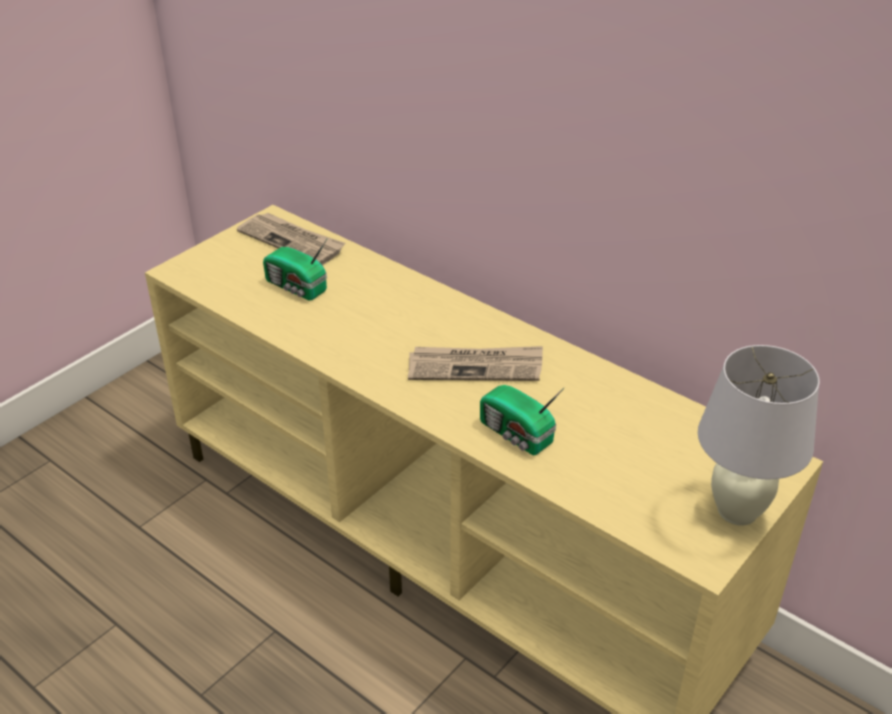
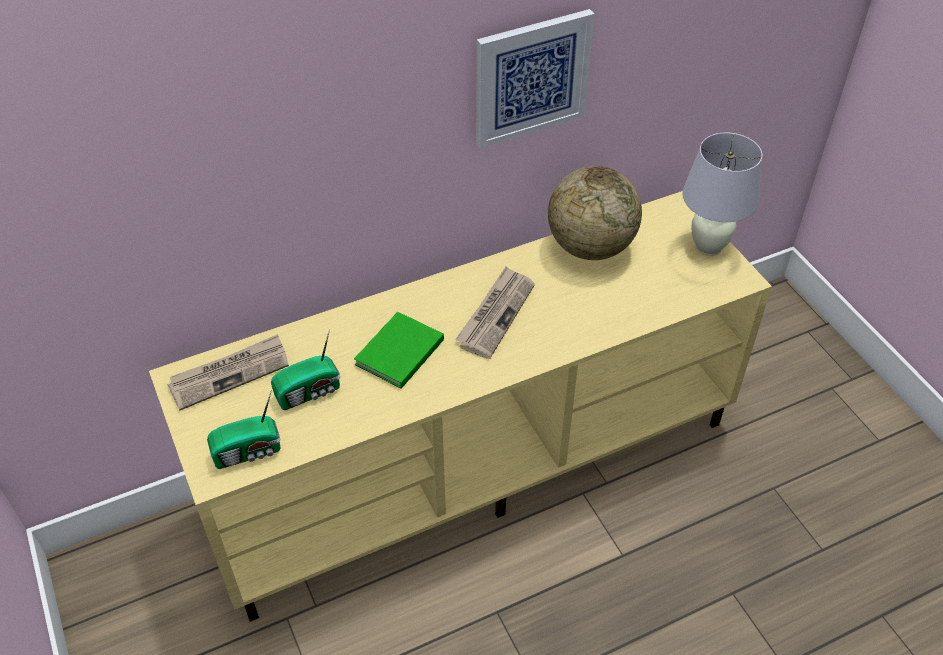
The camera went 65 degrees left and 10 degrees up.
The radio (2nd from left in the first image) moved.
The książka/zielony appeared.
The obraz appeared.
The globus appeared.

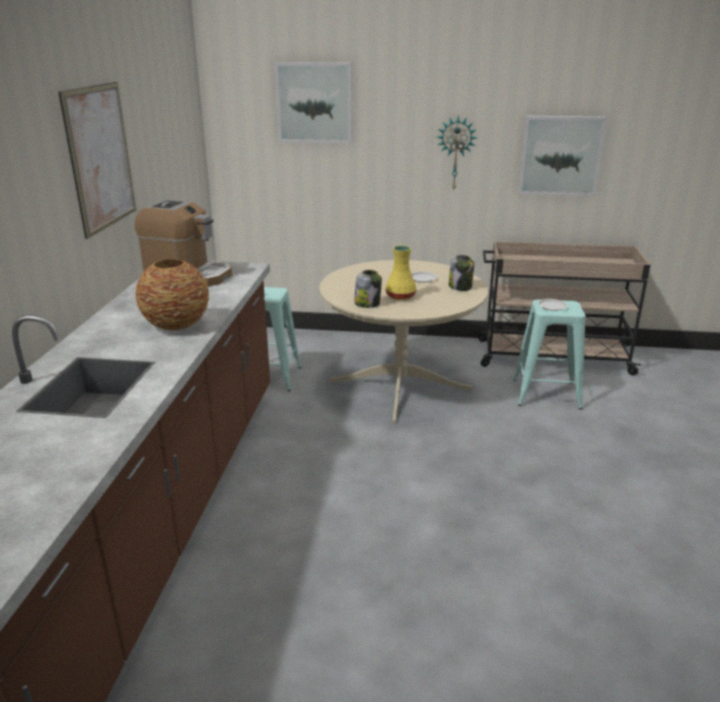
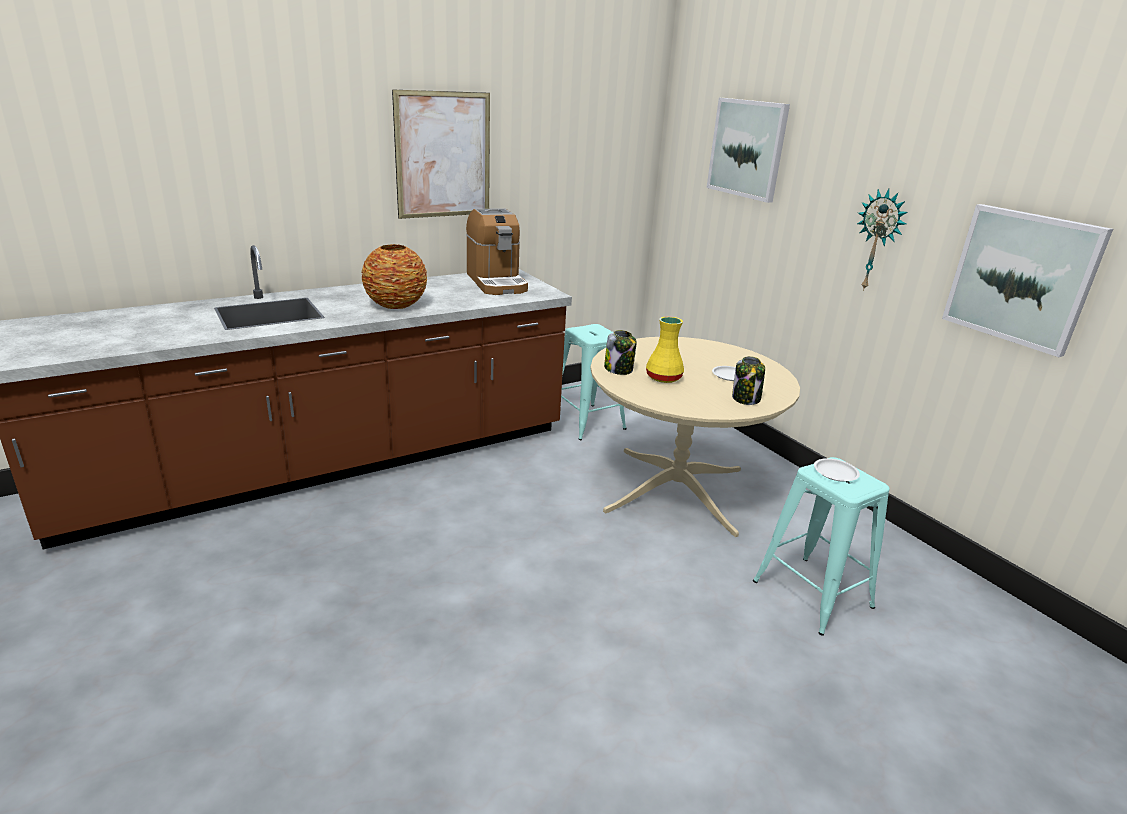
The camera went 50 degrees right and 0 degrees up.
The wózek/beżowy disappeared.

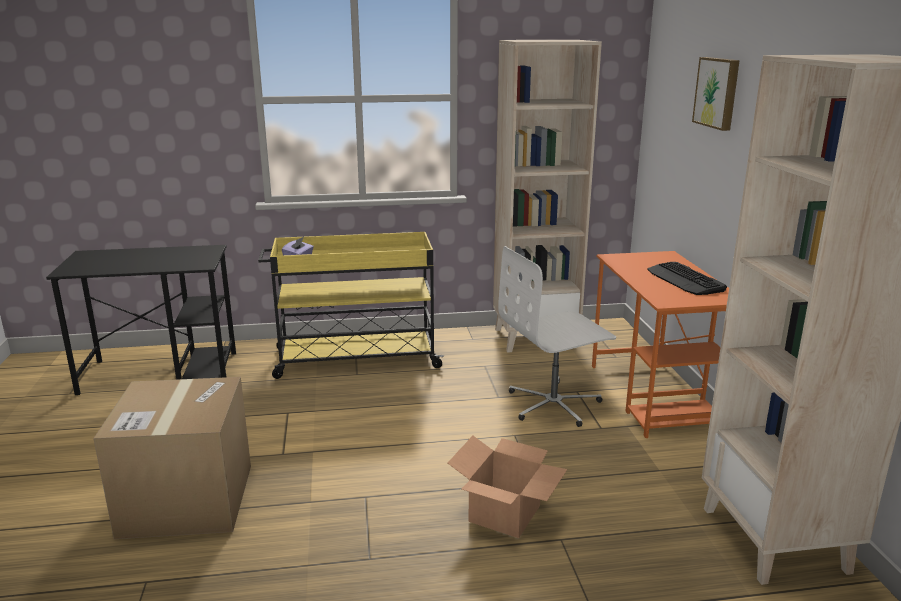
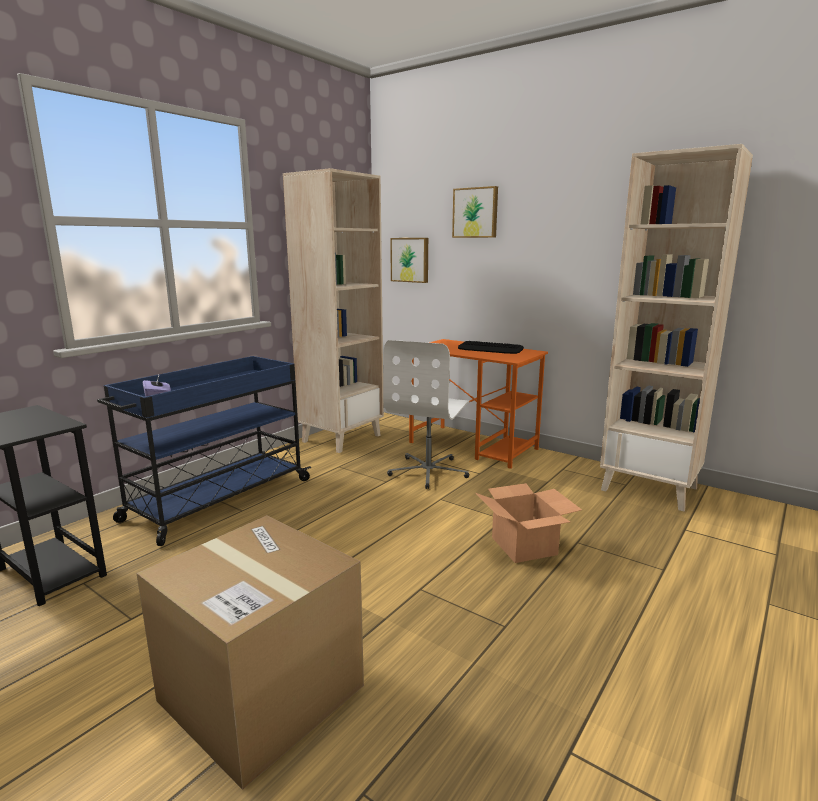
The camera went 45 degrees left and 5 degrees down.
The wózek/żółty became the wózek/niebieski.
The obraz (1st from left) appeared.

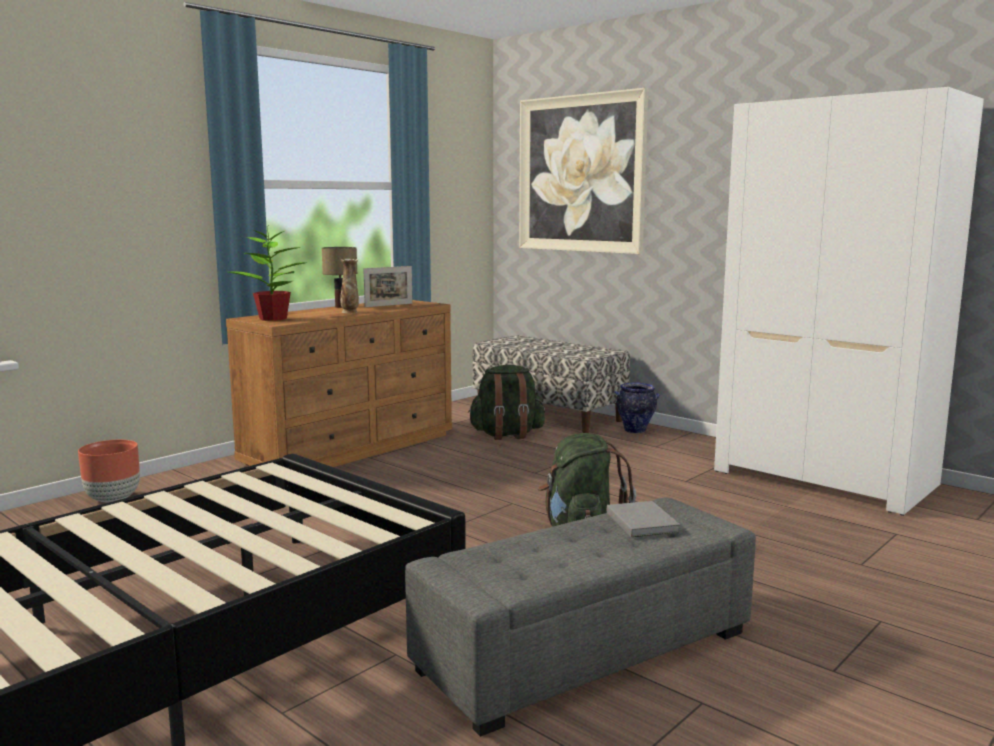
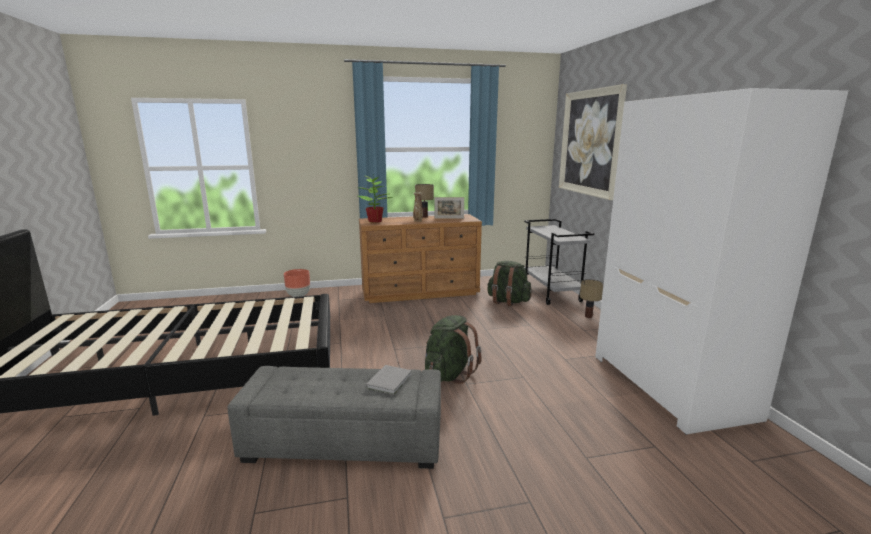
The camera went 35 degrees right and 5 degrees up.
The ławka was replaced by the wózek/szary.
The wazon (2nd from left) was replaced by the lampa stołowa (2nd from left).

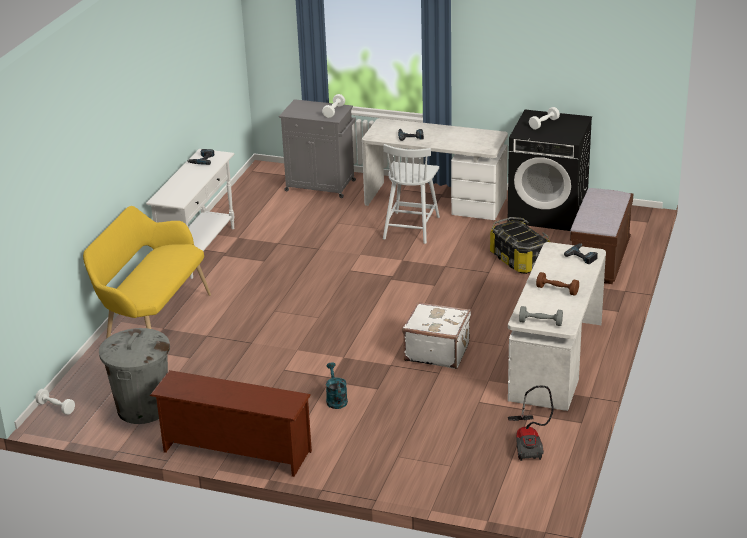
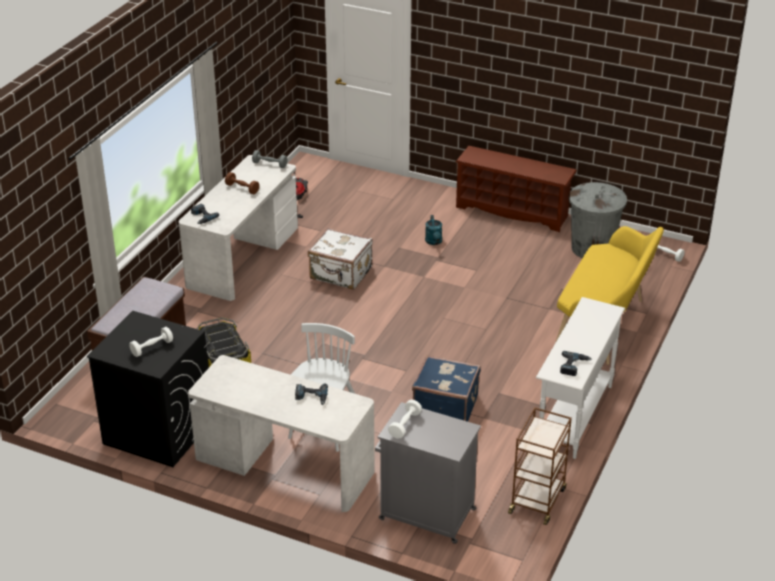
The camera went 175 degrees left and 5 degrees up.
The walizka/niebieski appeared.
The wózek/brązowy appeared.

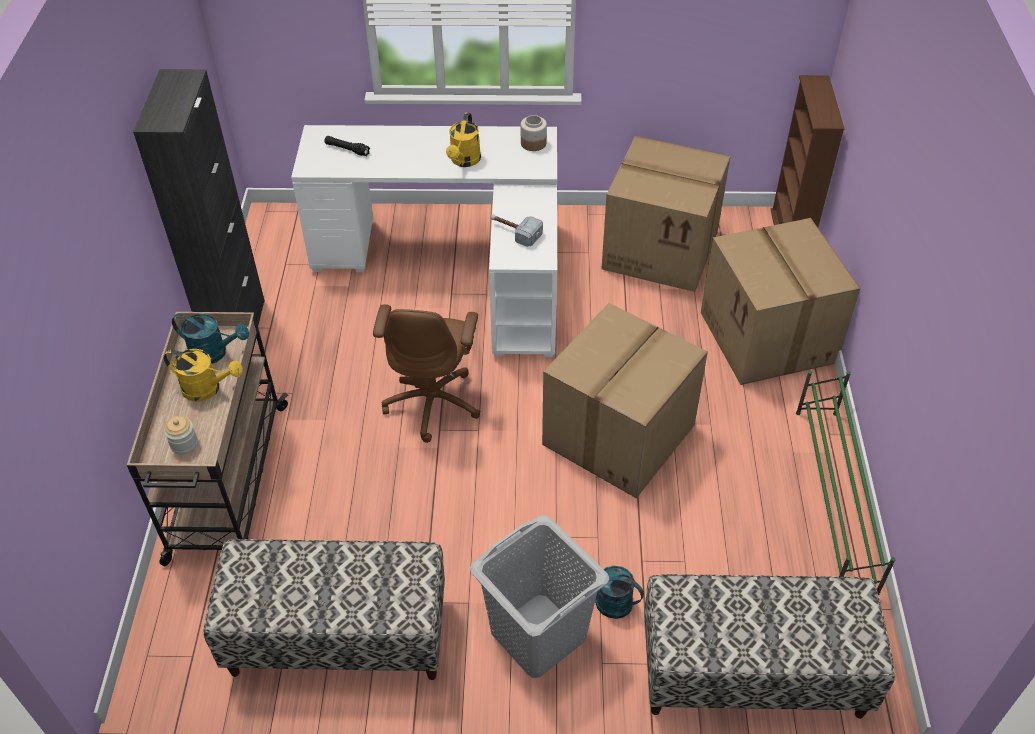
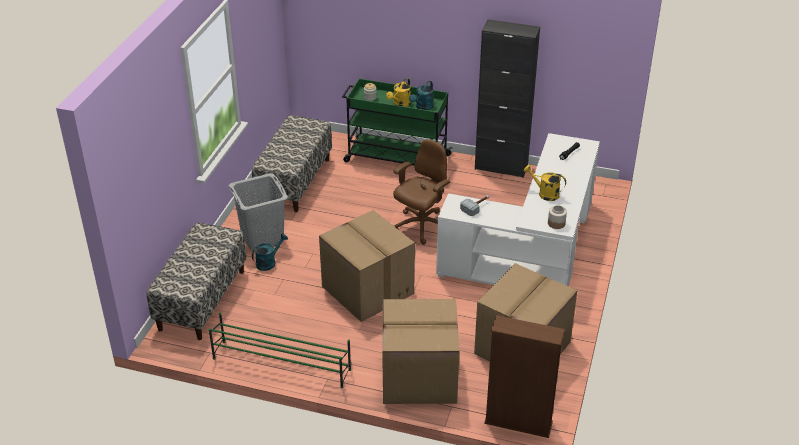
The camera went 105 degrees right and 10 degrees down.
The wózek/beżowy became the wózek/zielony.
The krzesło biurowe/brązowy turned 105 degrees clockwise.

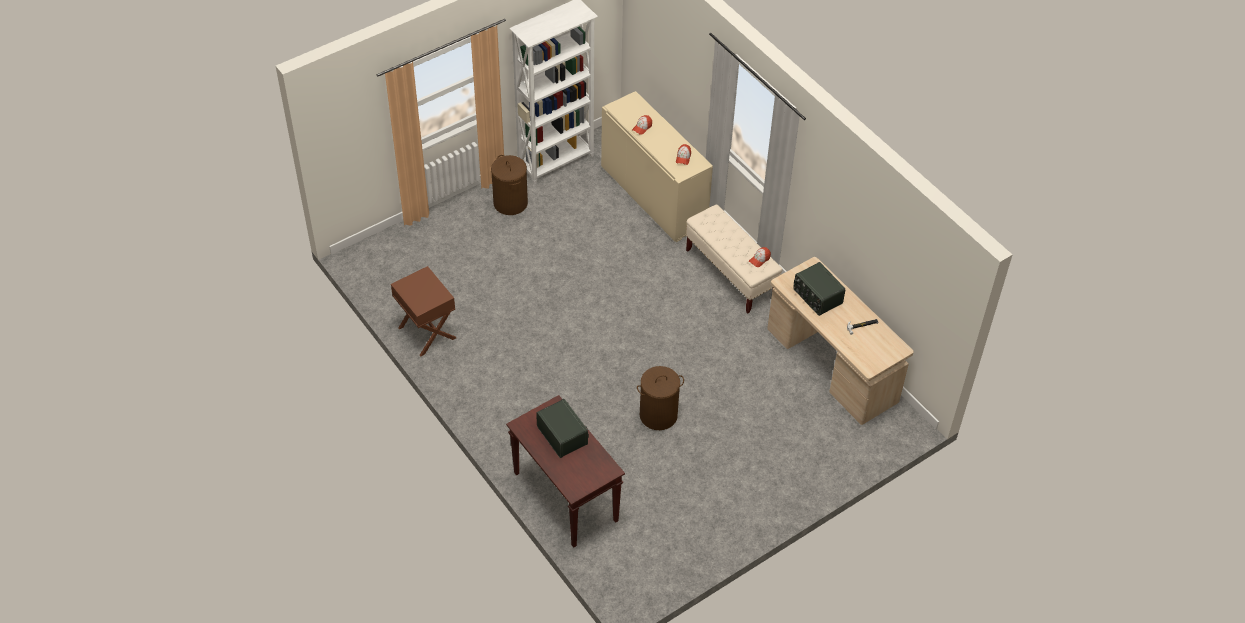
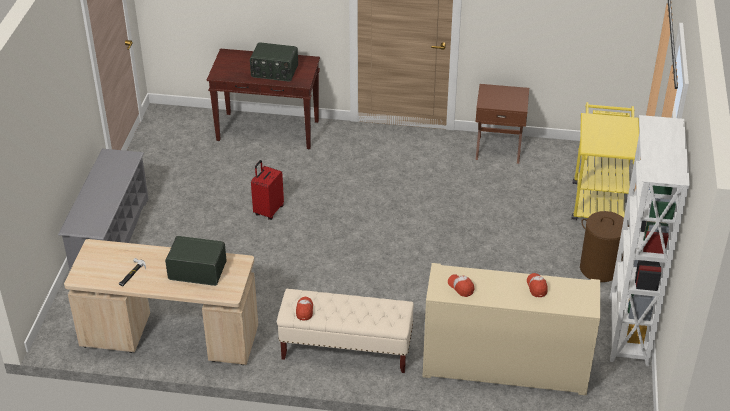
The camera went 135 degrees right and 10 degrees down.
The regał na buty/szary appeared.
The kosz na pranie/brązowy (2nd from left) was replaced by the walizka/czerwony.
The wózek/żółty appeared.

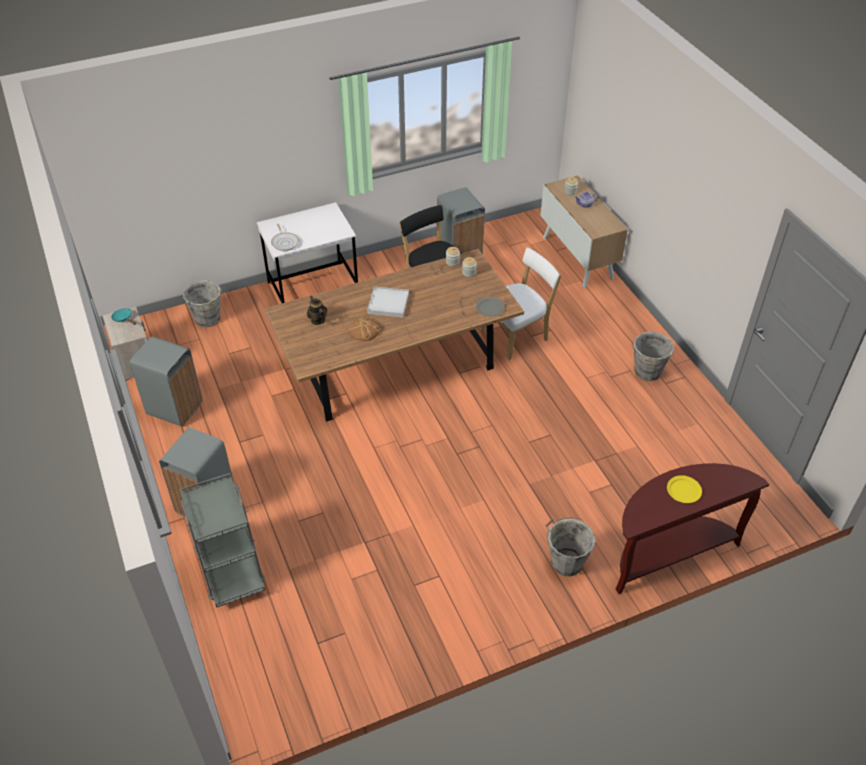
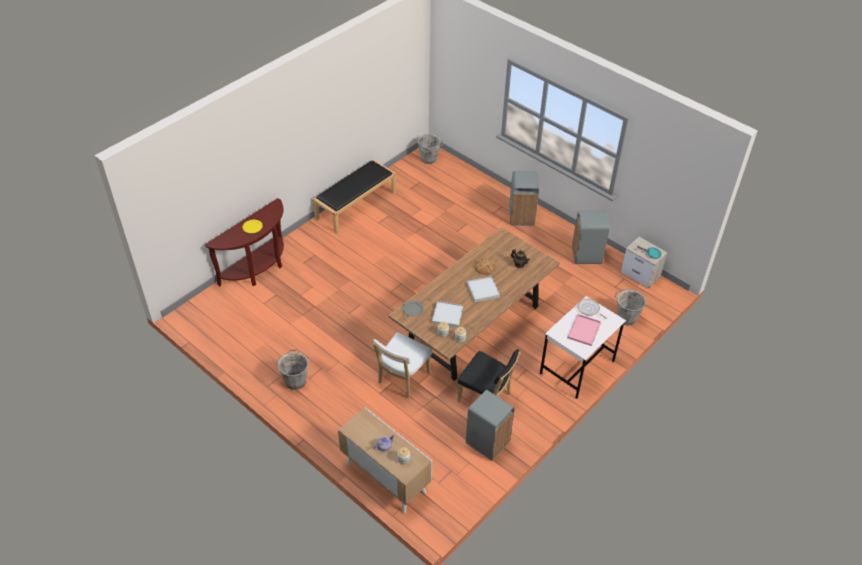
The camera went 155 degrees right and 0 degrees up.
The ławka/czarny appeared.
The wiadro/szary (2nd from left) moved.
The taca/biały (1st from left) appeared.
The taca/różowy appeared.
The wózek/szary disappeared.

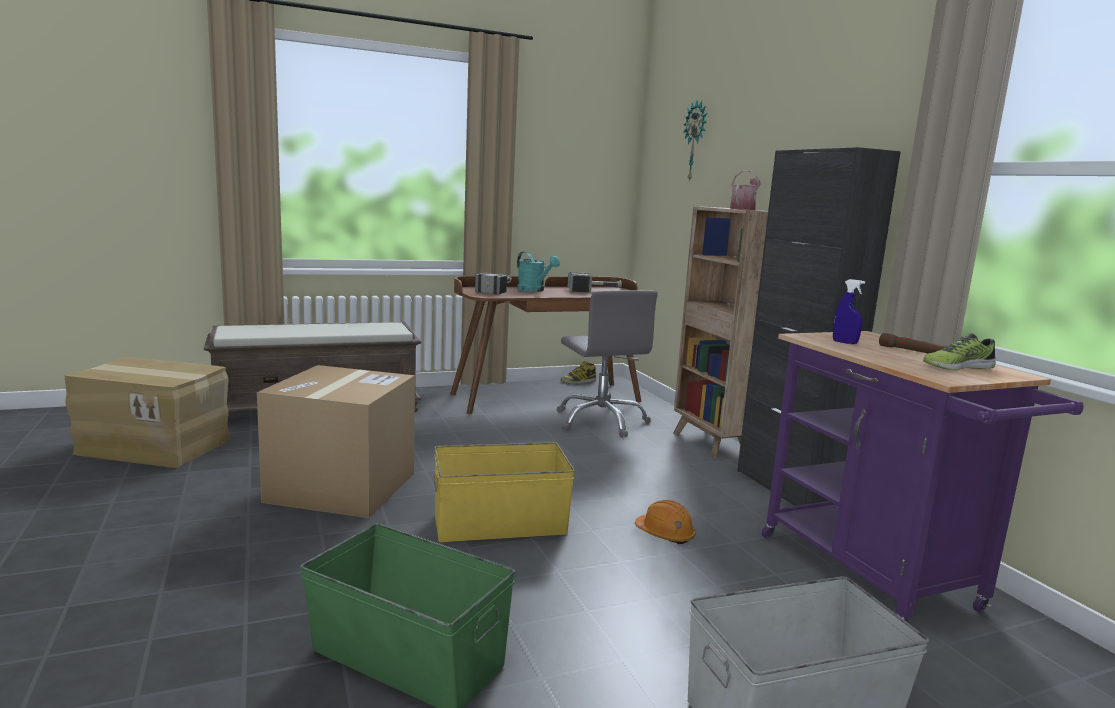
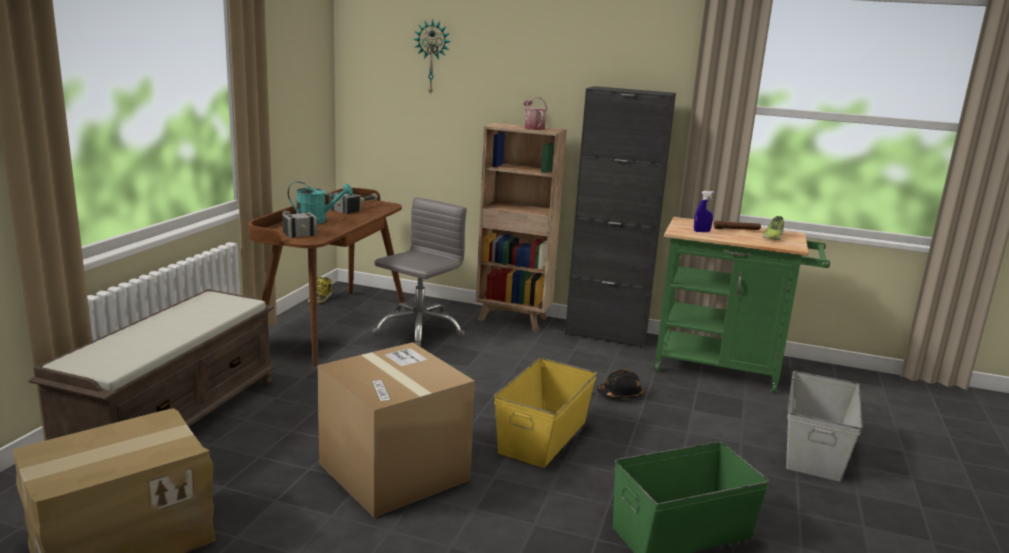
The camera went 50 degrees left and 5 degrees up.
The krzesło biurowe/szary turned 75 degrees counterclockwise.
The kask/pomarańczowy became the kask/czarny.
The wózek/fioletowy became the wózek/zielony.

